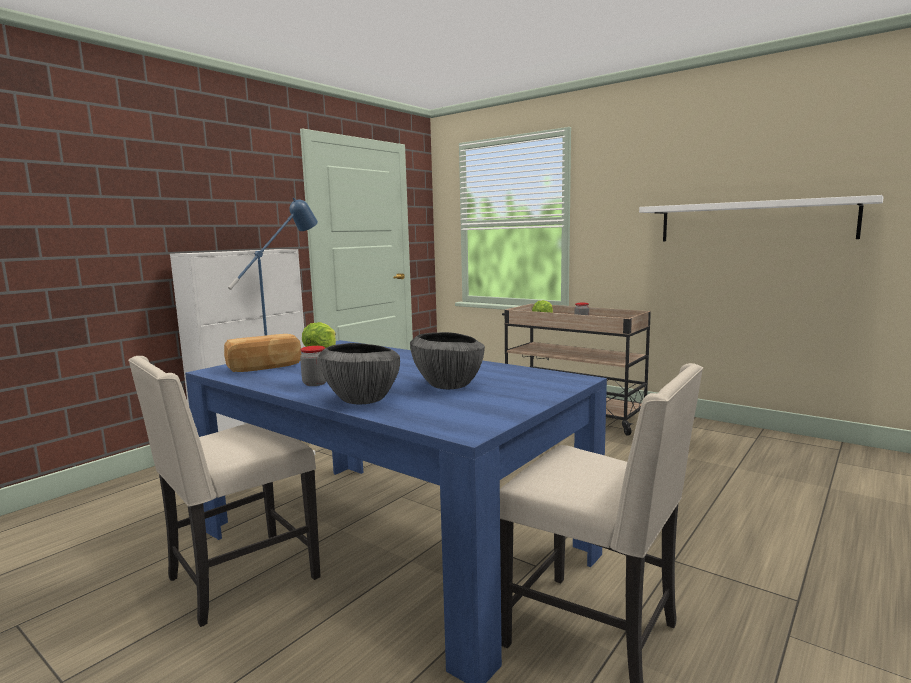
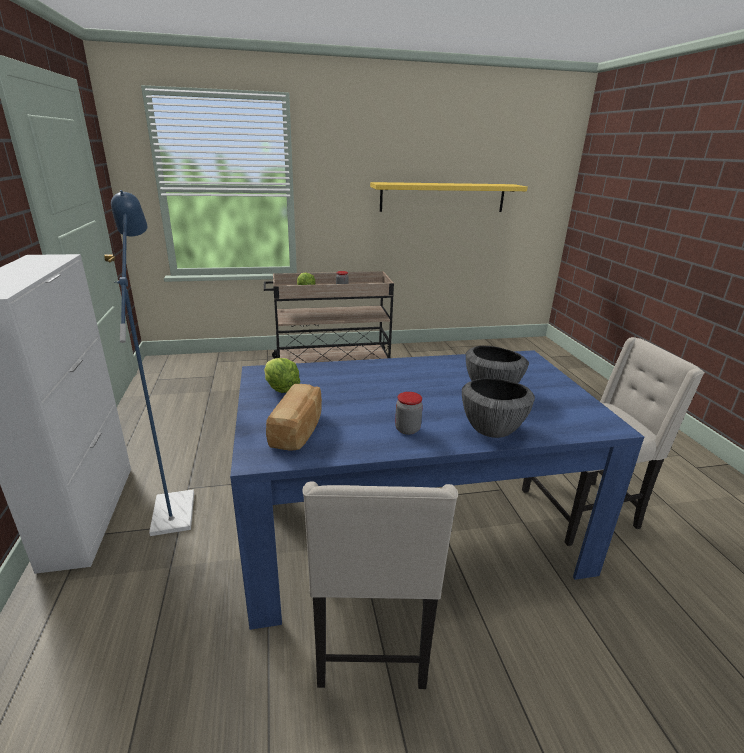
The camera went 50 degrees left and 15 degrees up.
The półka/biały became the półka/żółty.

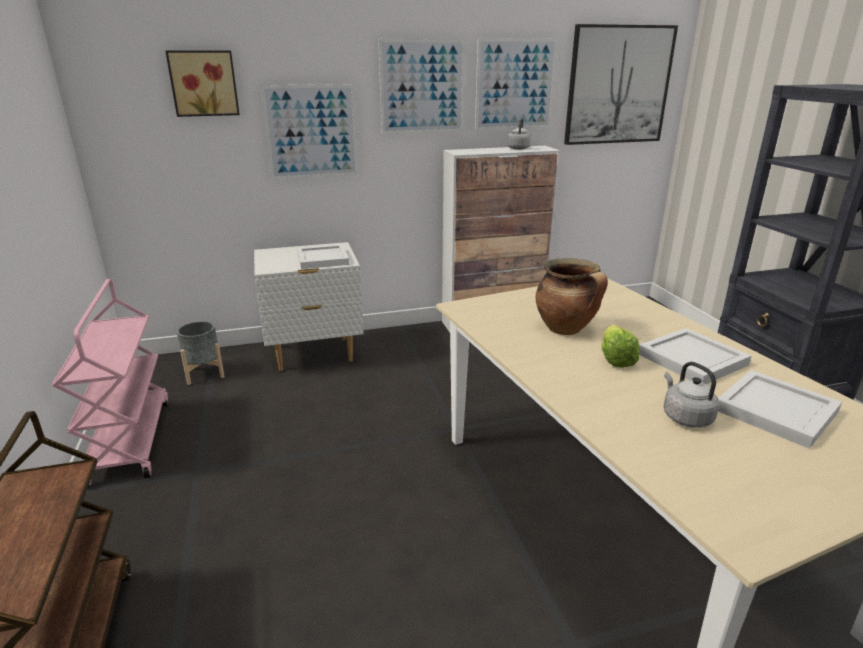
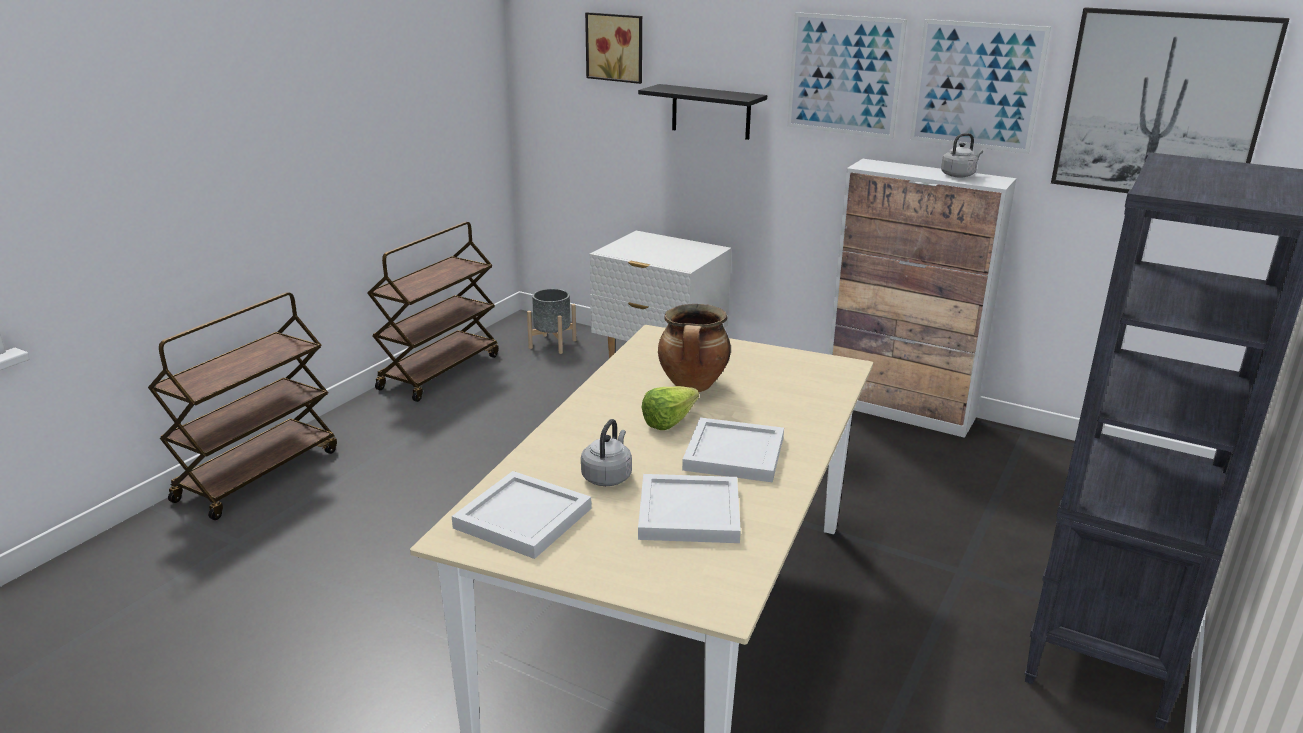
The camera went 45 degrees right and 0 degrees up.
The wózek/różowy became the wózek/brązowy (2nd from left).
The taca/biały (1st from left) moved.
The obraz (2nd from left) was replaced by the półka/czarny.

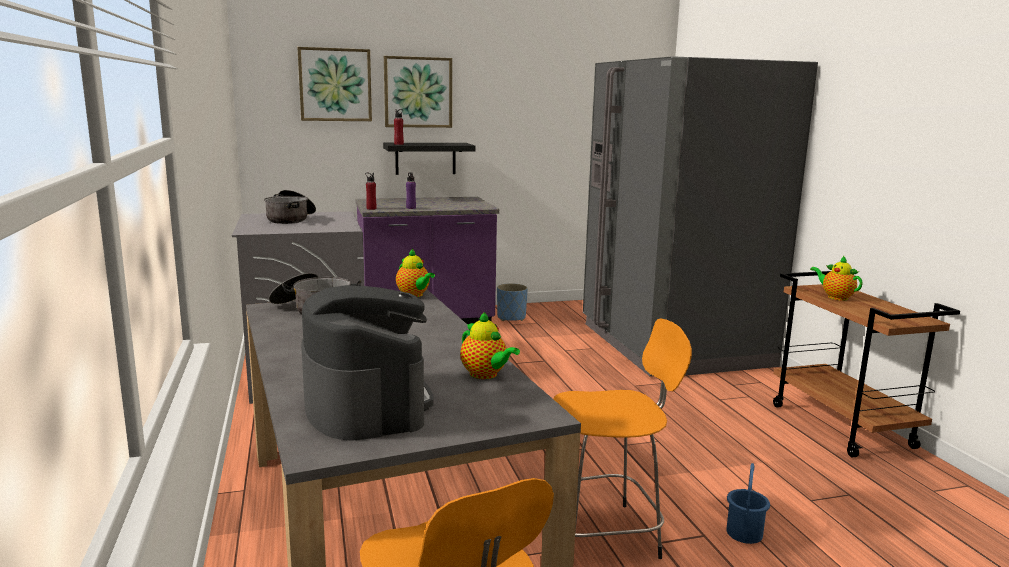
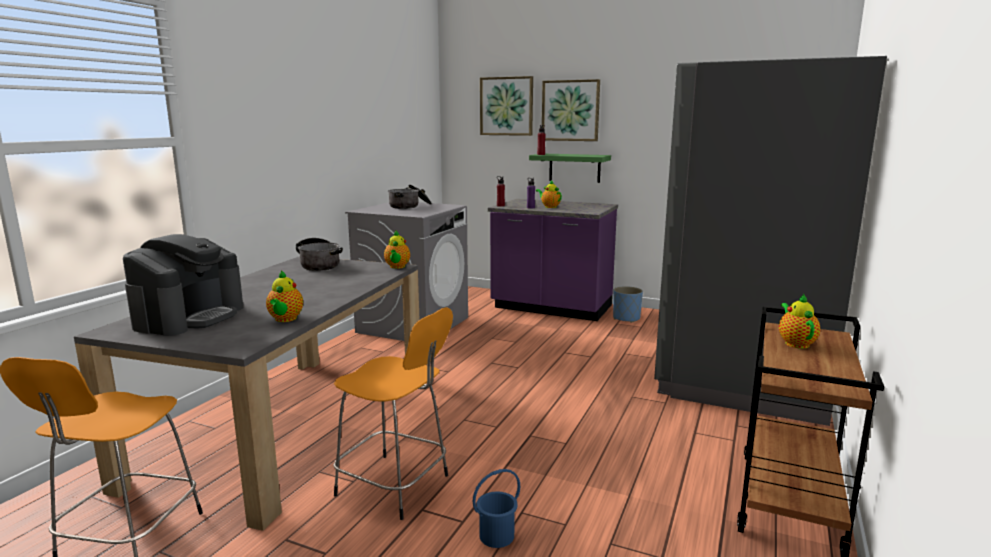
The camera went 40 degrees right and 0 degrees up.
The półka/czarny became the półka/zielony.
The imbryk (3rd from left) appeared.

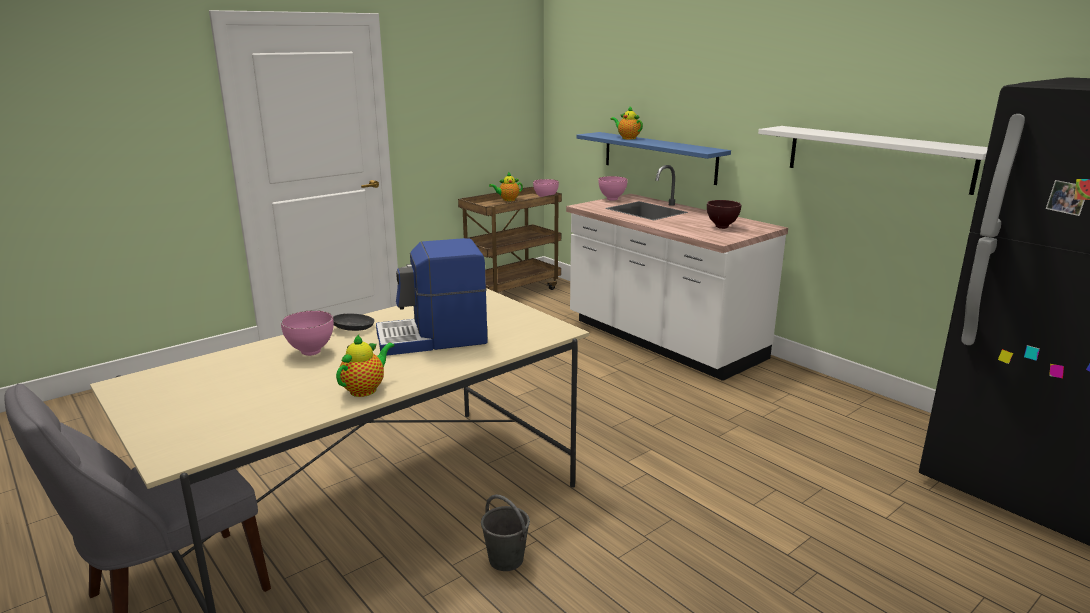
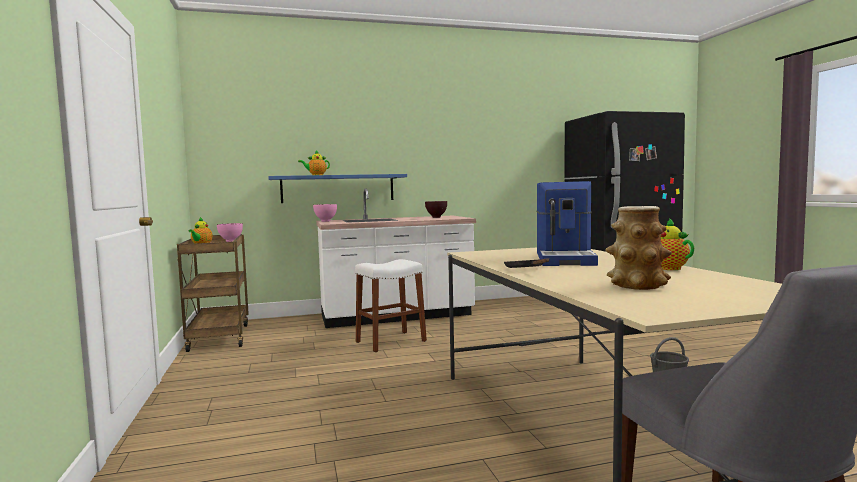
The camera went 65 degrees left and 15 degrees down.
The stołek/biały appeared.
The wazon appeared.
The miska/różowy (1st from left) disappeared.
The półka/biały disappeared.

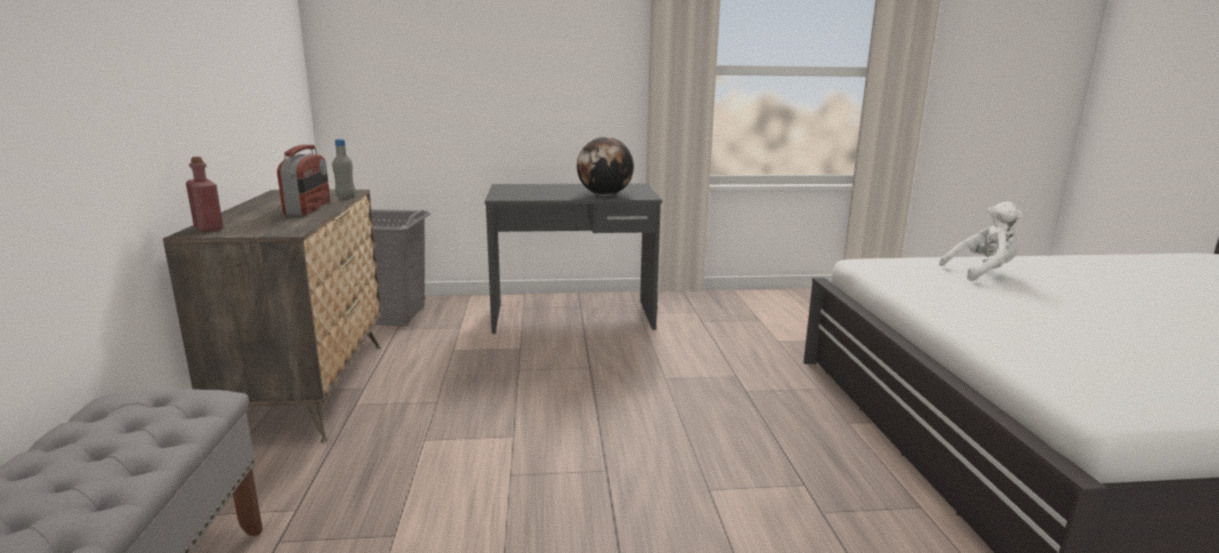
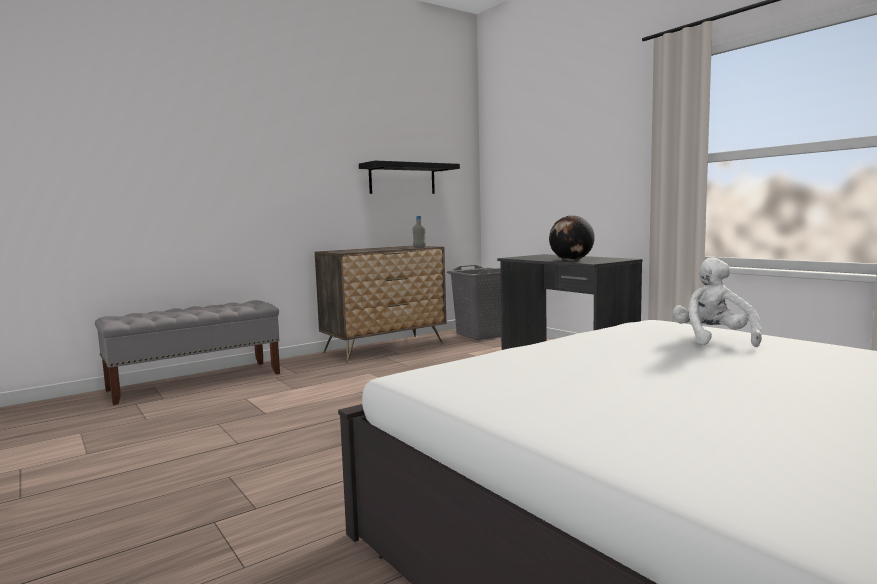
The camera went 60 degrees right and 10 degrees down.
The półka/czarny appeared.
The pluszak/biały turned 135 degrees counterclockwise.
The butelka/czerwony disappeared.
The radio disappeared.

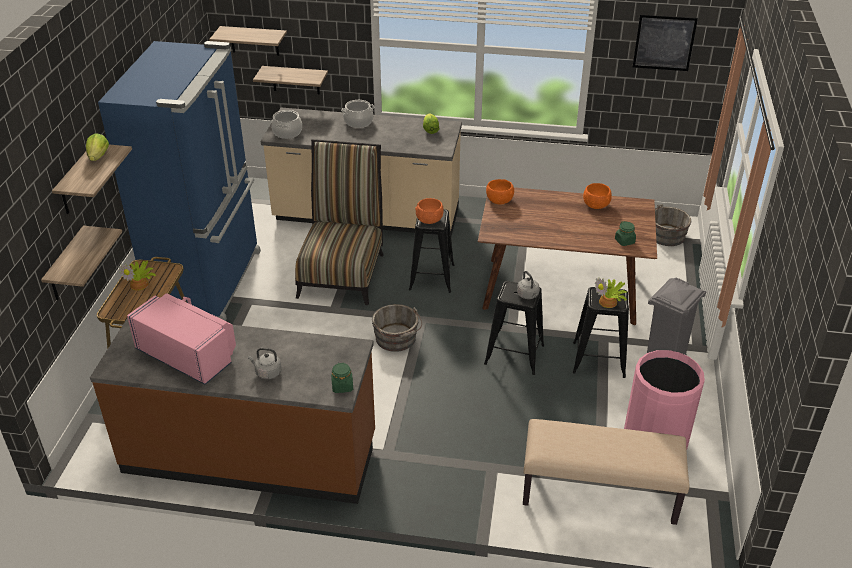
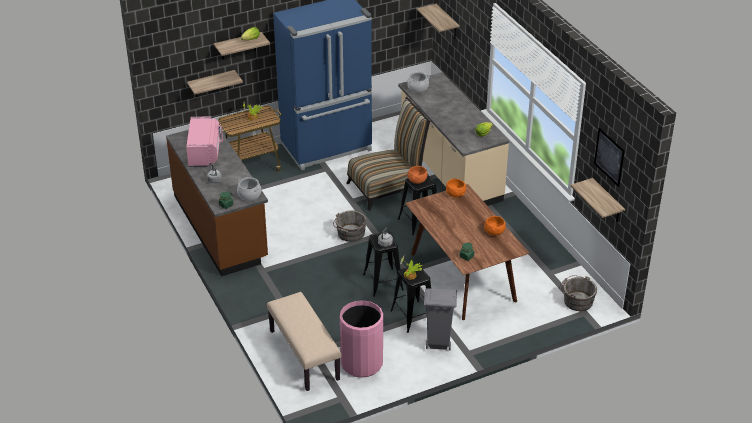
The camera went 55 degrees right and 0 degrees up.
The garnek (2nd from left in the first image) moved.
The półka (4th from left) moved.

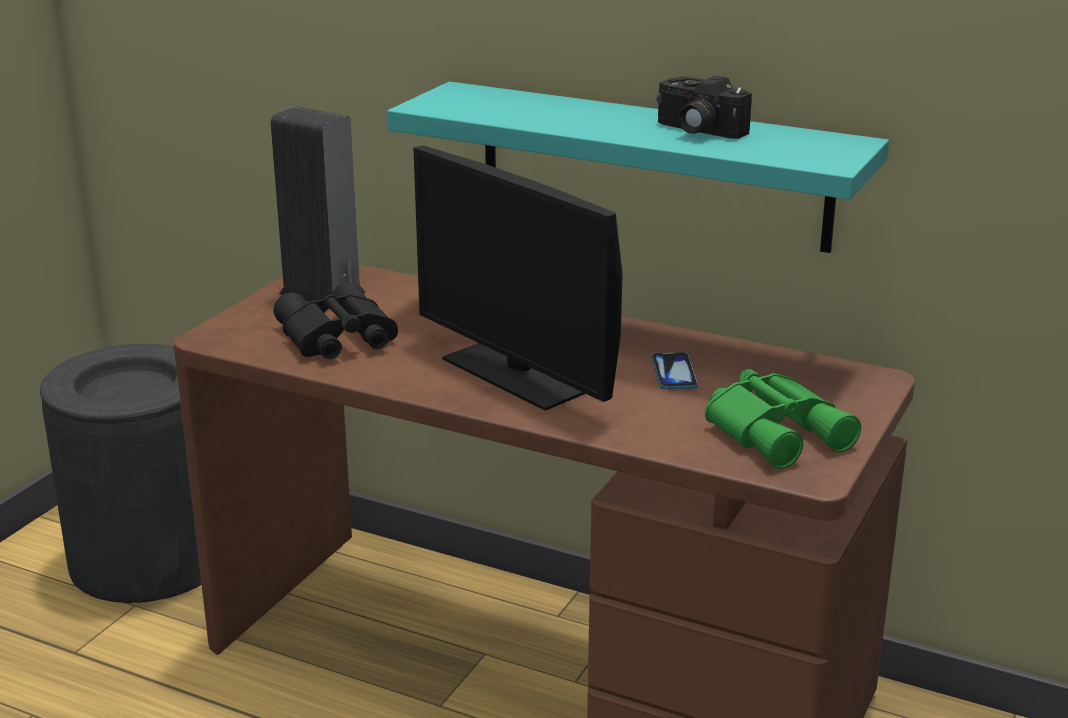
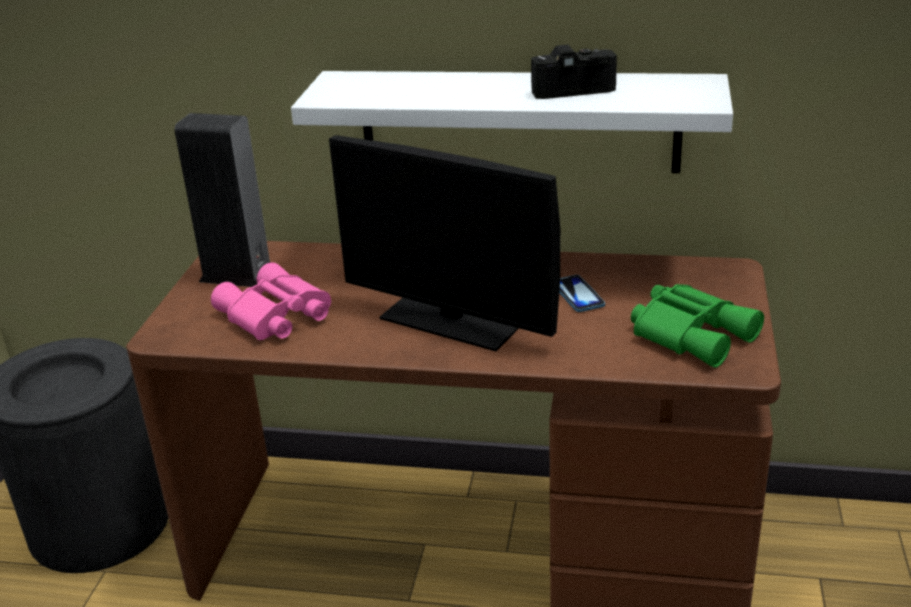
The camera went 15 degrees left and 5 degrees up.
The lornetka/czarny became the lornetka/różowy.
The półka/turkusowy became the półka/biały.
The aparat fotograficzny turned 150 degrees clockwise.

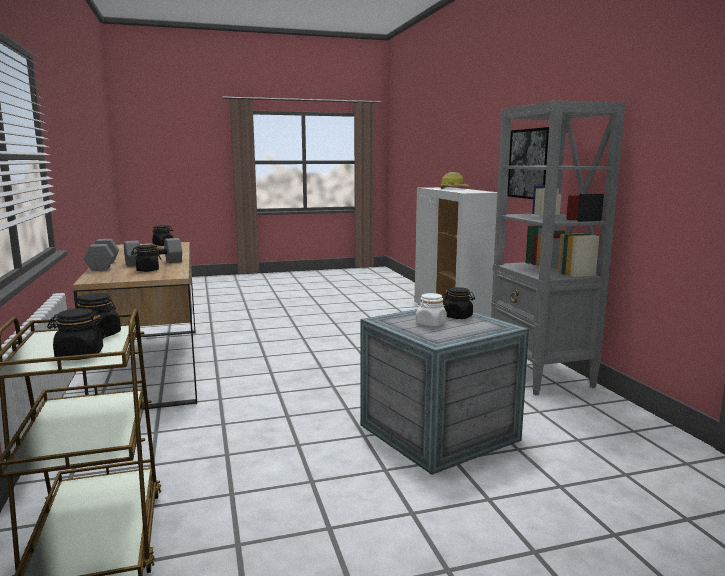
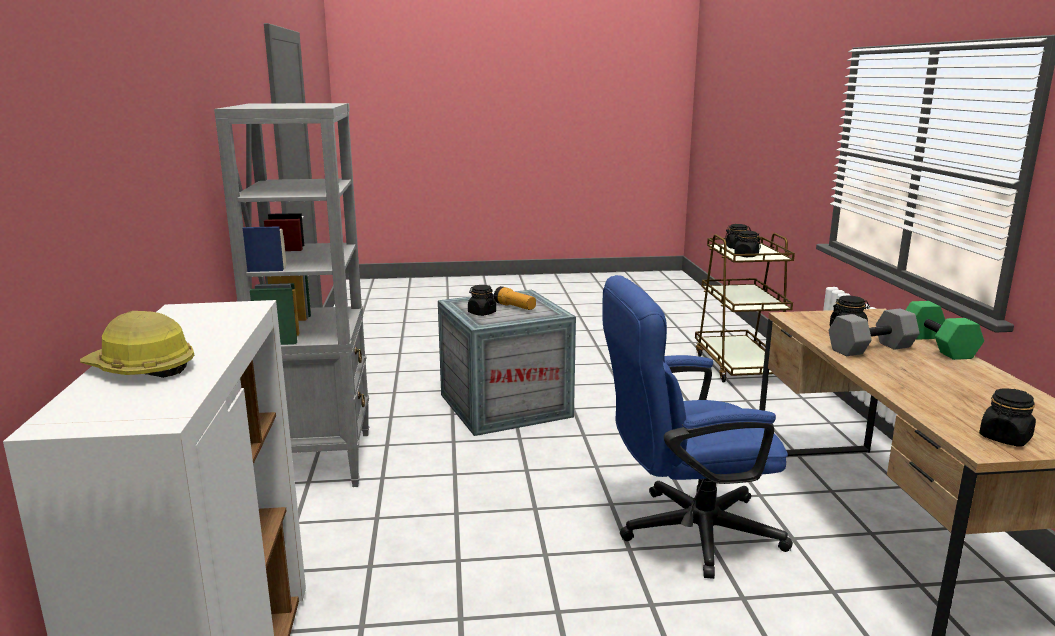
The camera went 170 degrees left and 5 degrees up.
The słoik/biały was replaced by the latarka.
The krzesło biurowe/niebieski appeared.
The hantel/szary (1st from left) became the hantel/zielony.
The obraz disappeared.

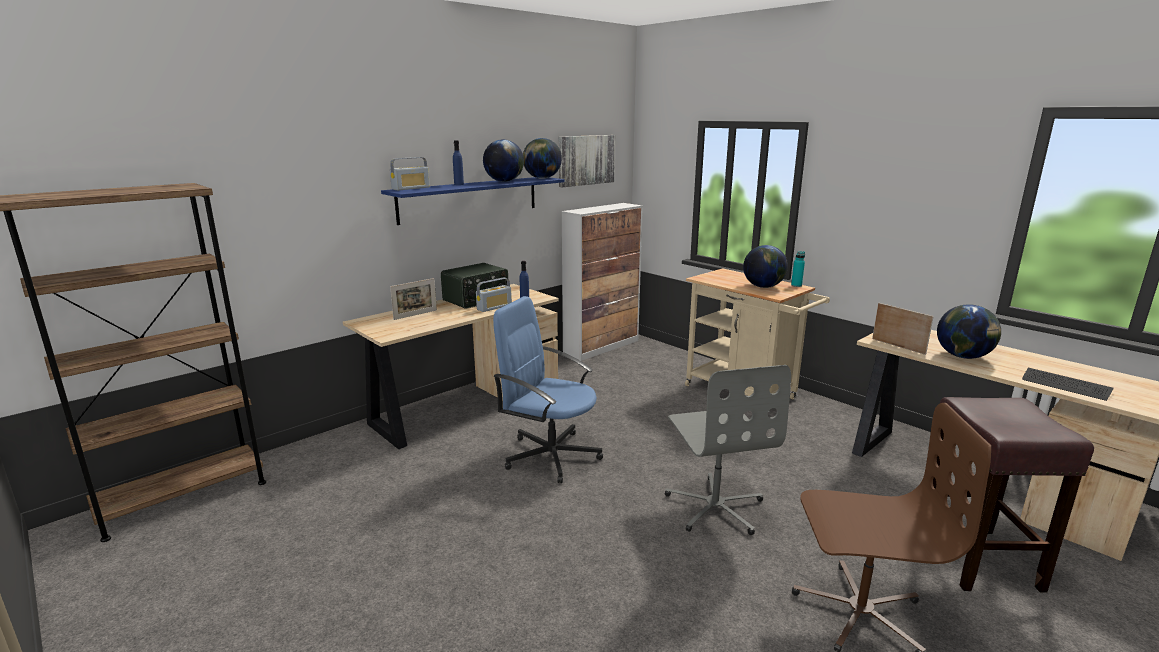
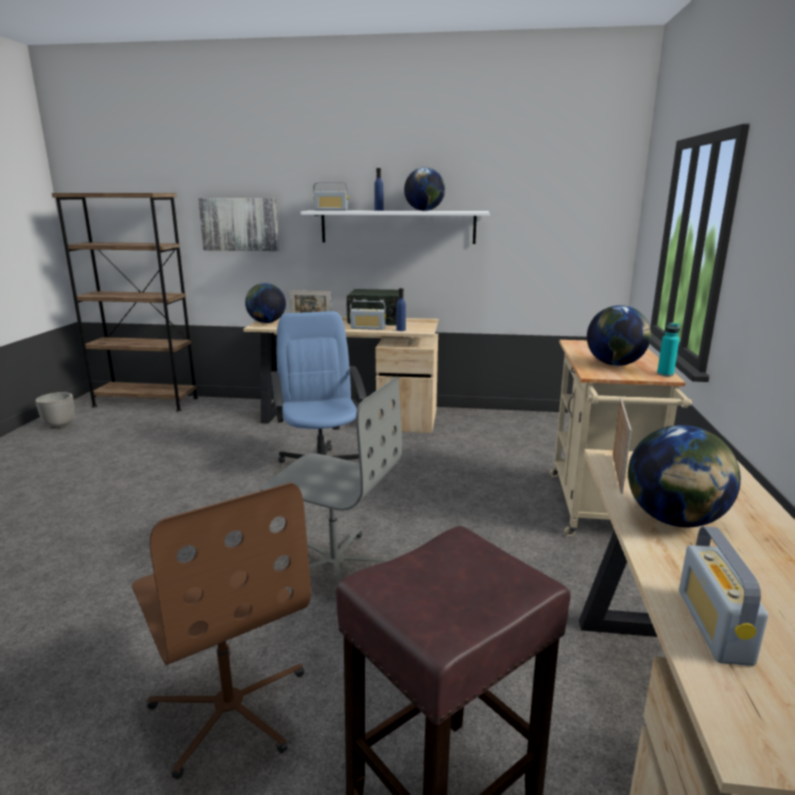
The camera went 50 degrees right and 0 degrees up.
The donica appeared.
The obraz moved.
The globus (2nd from left in the first image) moved.
The krzesło biurowe/szary turned 105 degrees counterclockwise.
The półka/niebieski became the półka/biały.
The klawiatura was replaced by the radio (4th from left).
The szafka disappeared.

